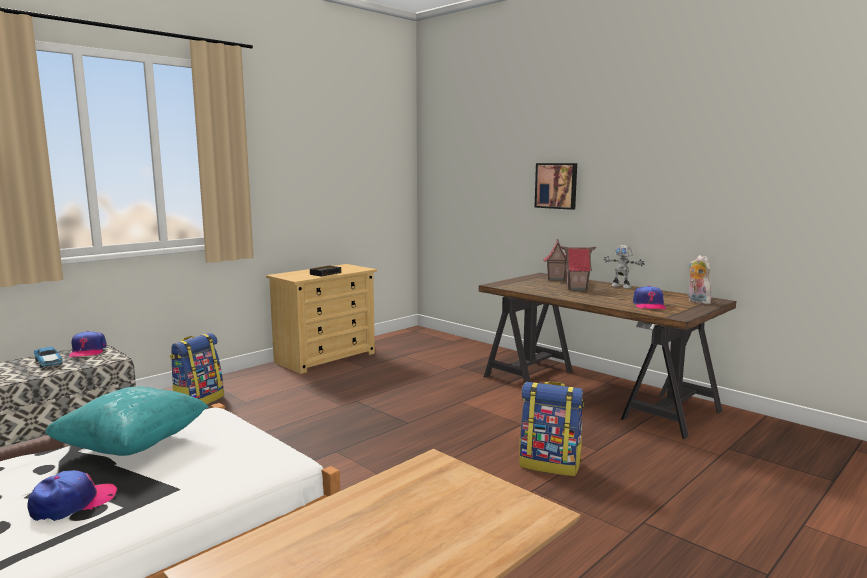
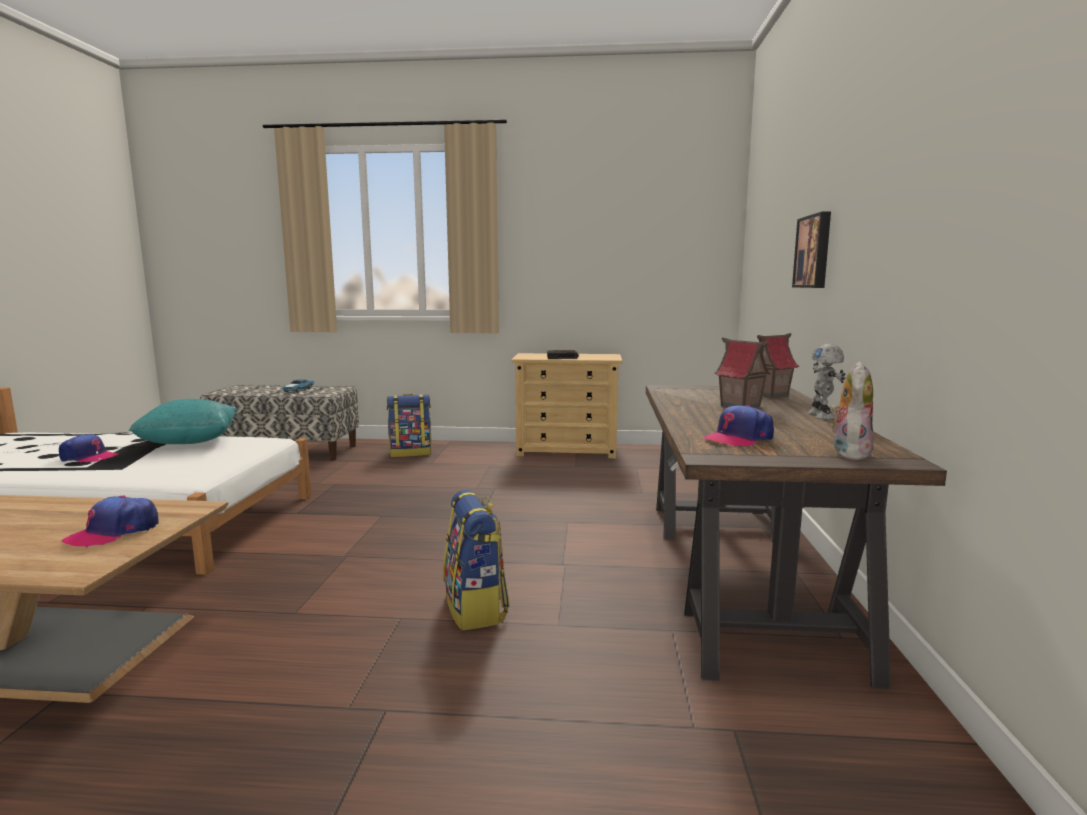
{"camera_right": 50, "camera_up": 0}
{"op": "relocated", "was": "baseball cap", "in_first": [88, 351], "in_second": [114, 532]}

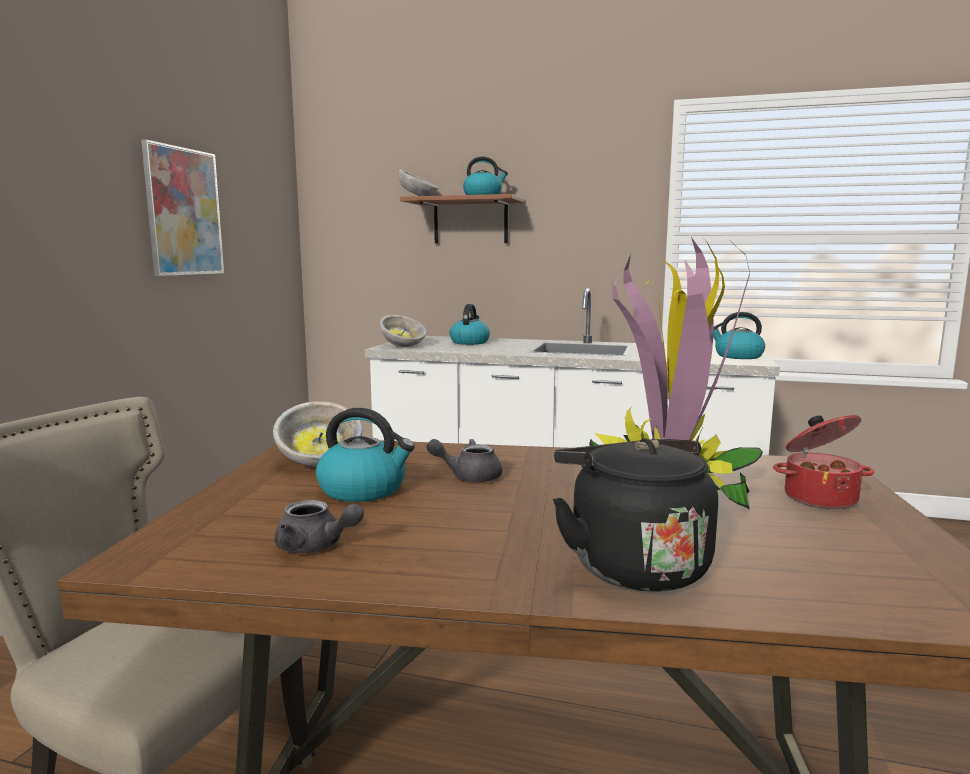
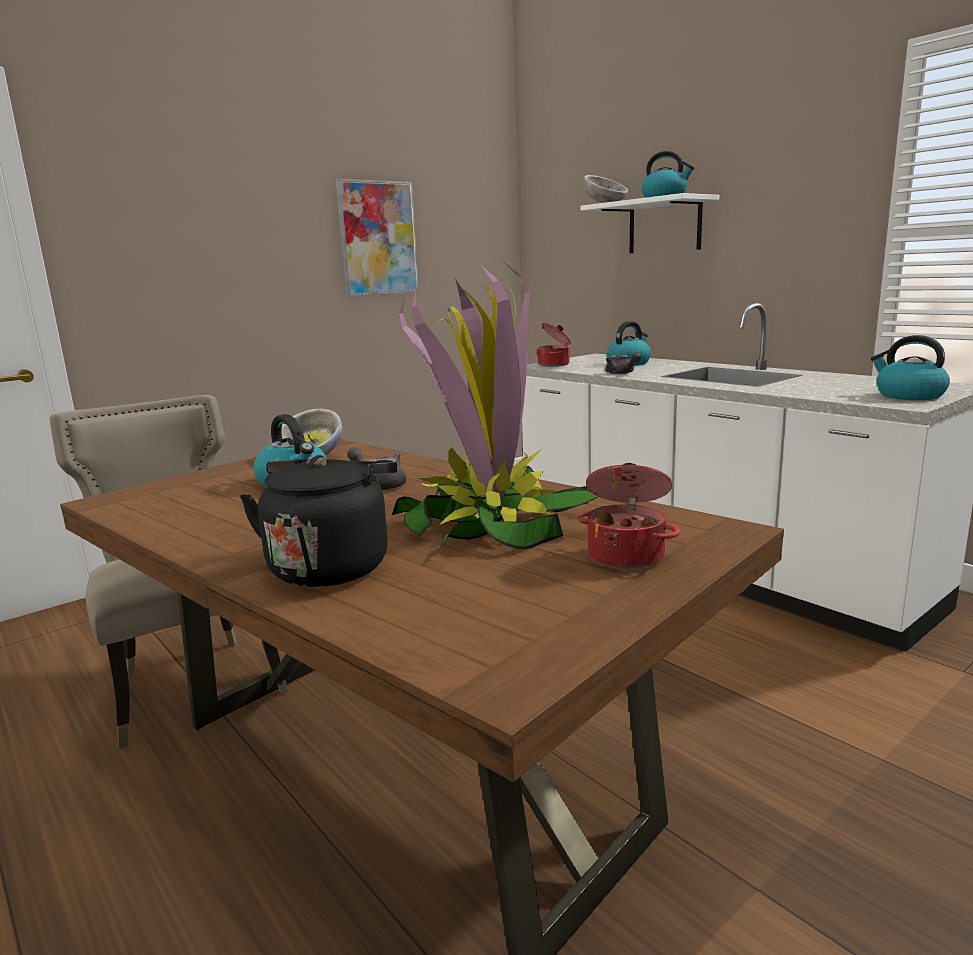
{"camera_right": 35, "camera_up": 5}
{"op": "relocated", "was": "pot for tea in grey", "in_first": [316, 547], "in_second": [622, 373]}
{"op": "exchanged", "was": "bowl", "now": "saucepot", "in_first": [403, 346], "in_second": [554, 364]}
{"op": "colour", "was": "wall shelf in brownish", "now": "wall shelf in white", "in_first": [470, 221], "in_second": [664, 226]}

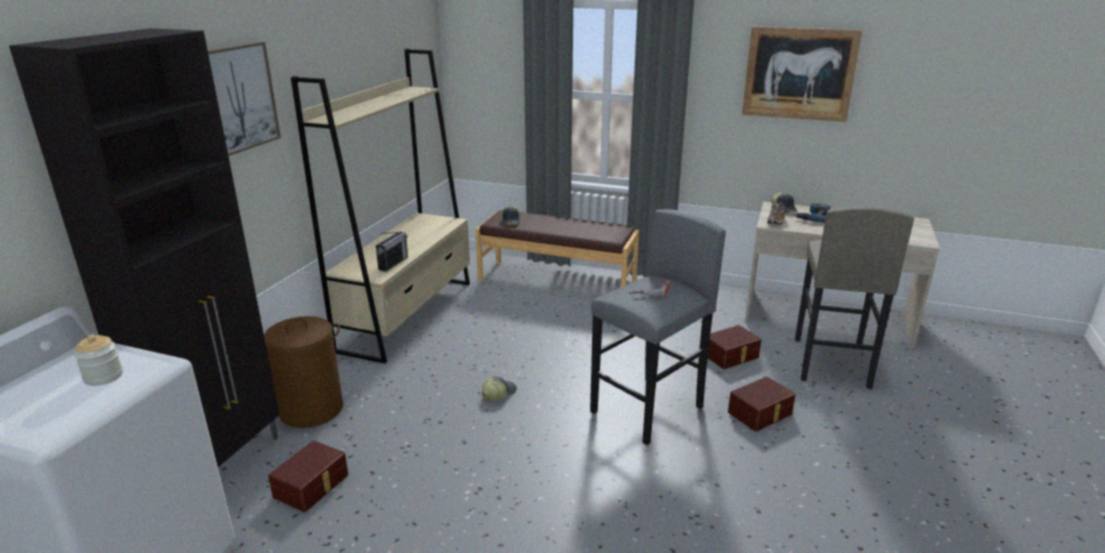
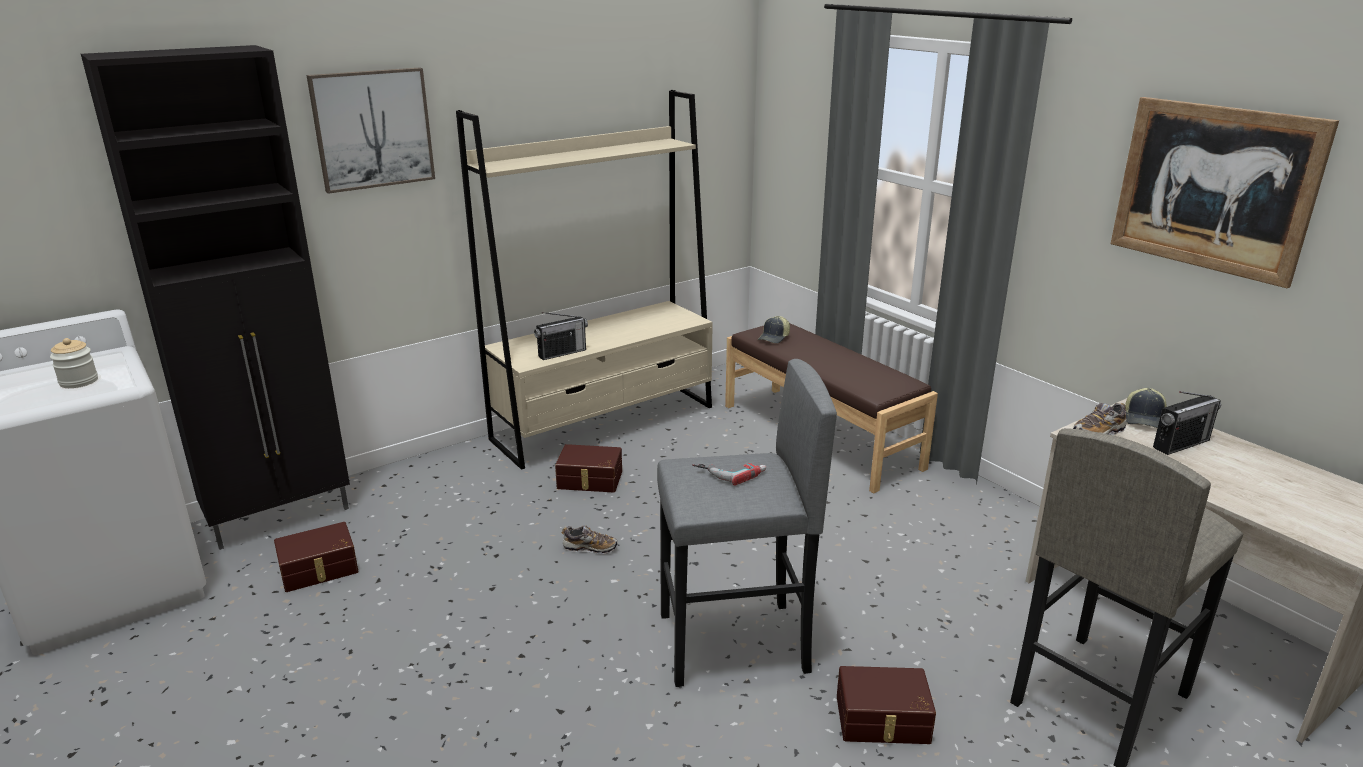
{"camera_right": 35, "camera_up": 0}
{"op": "missing", "was": "hamper in brownish", "in_first": [312, 409]}
{"op": "relocated", "was": "storage bin in brownish", "in_first": [731, 356], "in_second": [589, 480]}
{"op": "exchanged", "was": "baseball cap", "now": "shoe", "in_first": [498, 393], "in_second": [590, 548]}
{"op": "exchanged", "was": "electric drill", "now": "radio set", "in_first": [813, 217], "in_second": [1181, 444]}

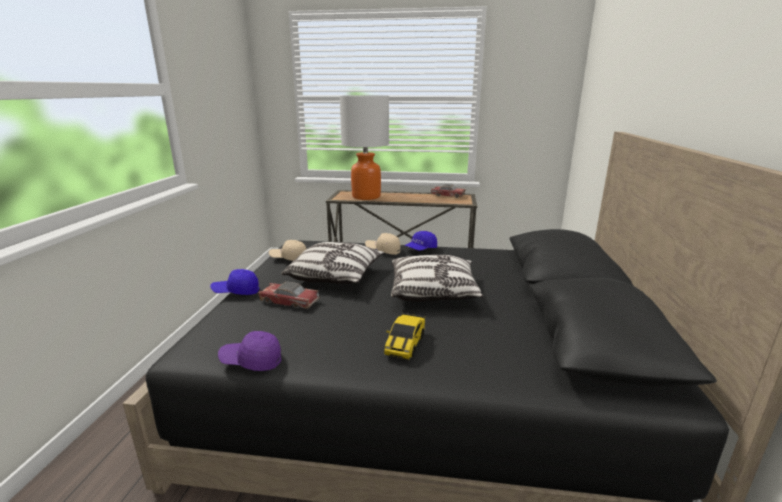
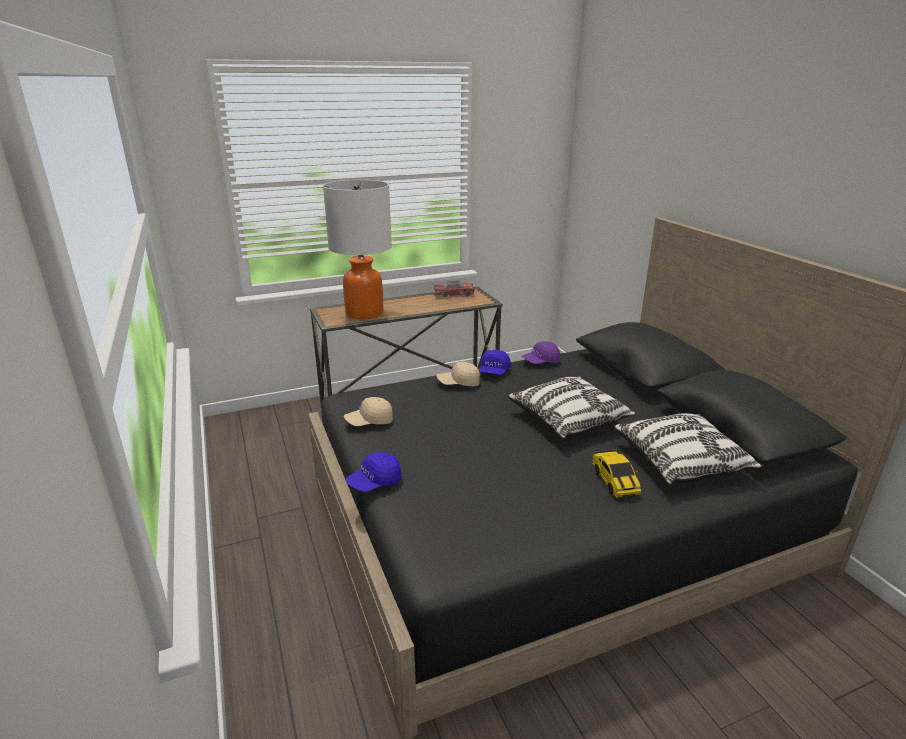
{"camera_right": -30, "camera_up": 5}
{"op": "missing", "was": "miniature car", "in_first": [289, 301]}
{"op": "relocated", "was": "baseball cap in purplish", "in_first": [251, 361], "in_second": [540, 362]}
{"op": "relocated", "was": "cushion", "in_first": [336, 276], "in_second": [681, 462]}

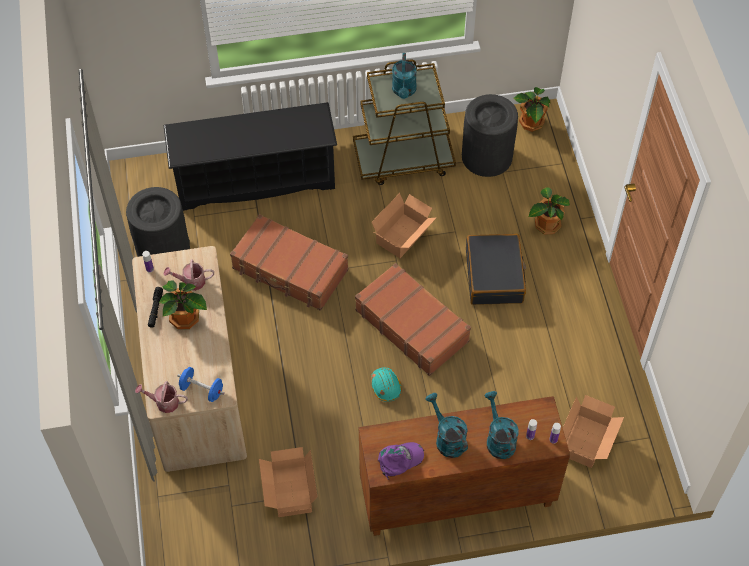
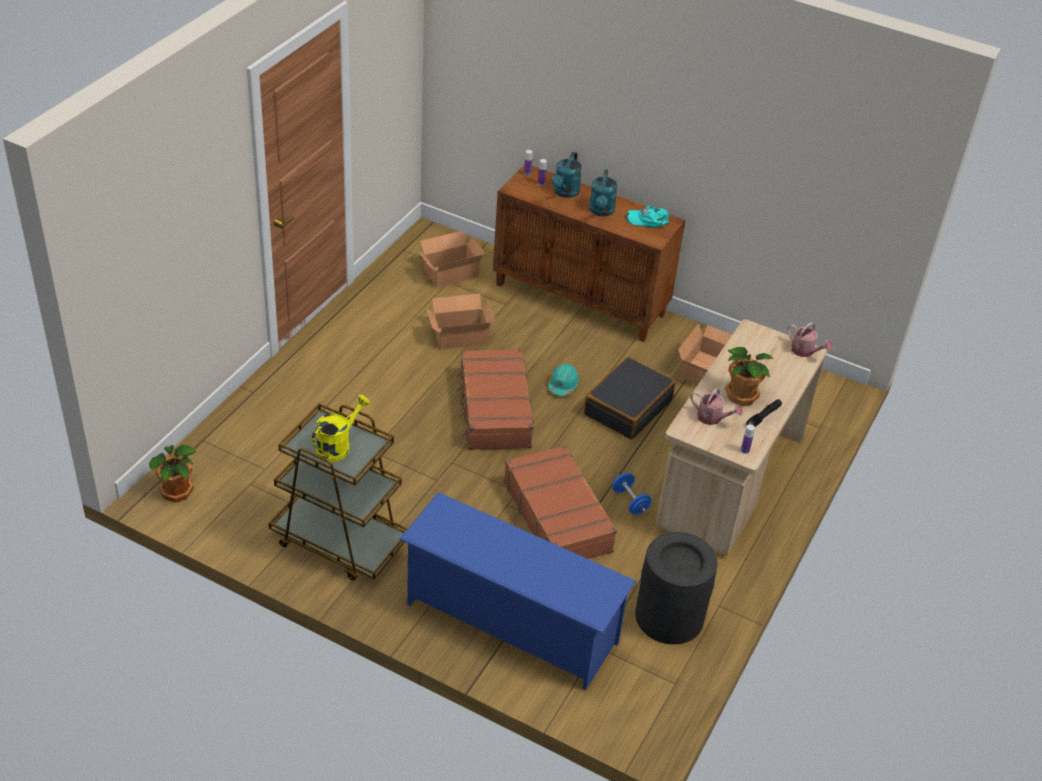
{"camera_right": -145, "camera_up": -15}
{"op": "missing", "was": "waste bin in black", "in_first": [487, 156]}
{"op": "missing", "was": "houseplant", "in_first": [546, 225]}
{"op": "relocated", "was": "free weight in blue-coloured", "in_first": [202, 390], "in_second": [630, 502]}
{"op": "relocated", "was": "cardboard box", "in_first": [404, 236], "in_second": [458, 335]}
{"op": "relocated", "was": "travel case in black", "in_first": [494, 276], "in_second": [627, 407]}
{"op": "colour", "was": "shoe rack in black", "now": "shoe rack in blue-coloured", "in_first": [255, 180], "in_second": [510, 623]}
{"op": "colour", "was": "baseball cap in purplish", "now": "baseball cap in turquoise-coloured", "in_first": [400, 460], "in_second": [648, 220]}
{"op": "colour", "was": "watering can in turquoise-coloured", "now": "watering can in yellow", "in_first": [404, 91], "in_second": [337, 446]}

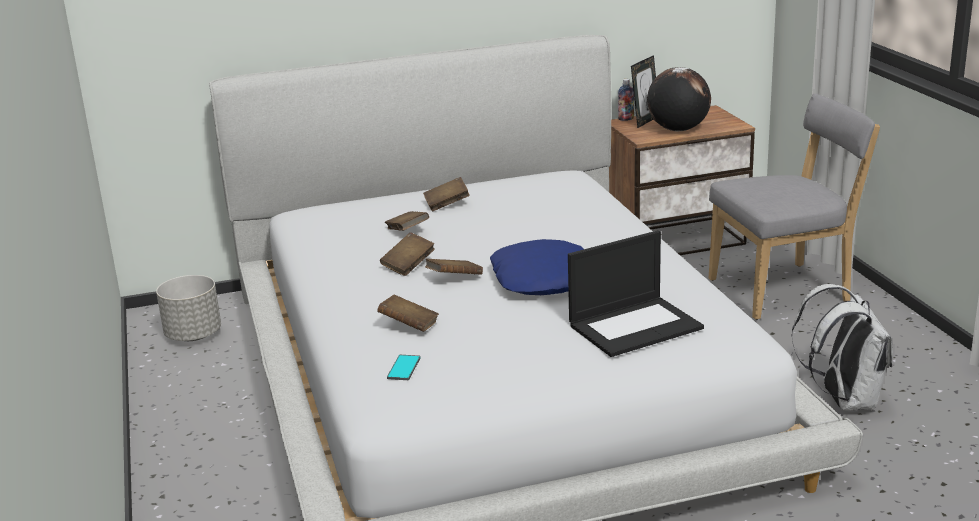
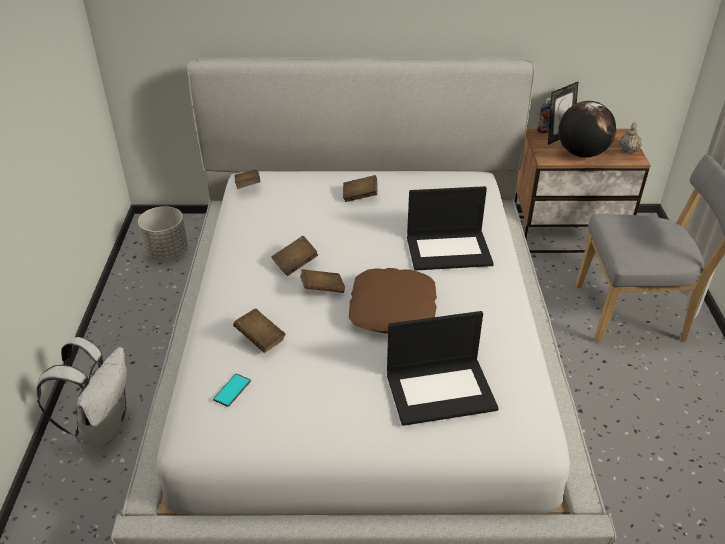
{"camera_right": 15, "camera_up": 15}
{"op": "appeared", "now": "notebook computer", "in_second": [449, 250]}
{"op": "appeared", "now": "pot for tea in beige-coloured", "in_second": [628, 150]}
{"op": "relocated", "was": "bound book in brownish", "in_first": [407, 232], "in_second": [248, 186]}
{"op": "relocated", "was": "knapsack in white", "in_first": [844, 400], "in_second": [102, 426]}
{"op": "colour", "was": "cushion in blue-coloured", "now": "cushion in brownish", "in_first": [545, 279], "in_second": [393, 309]}

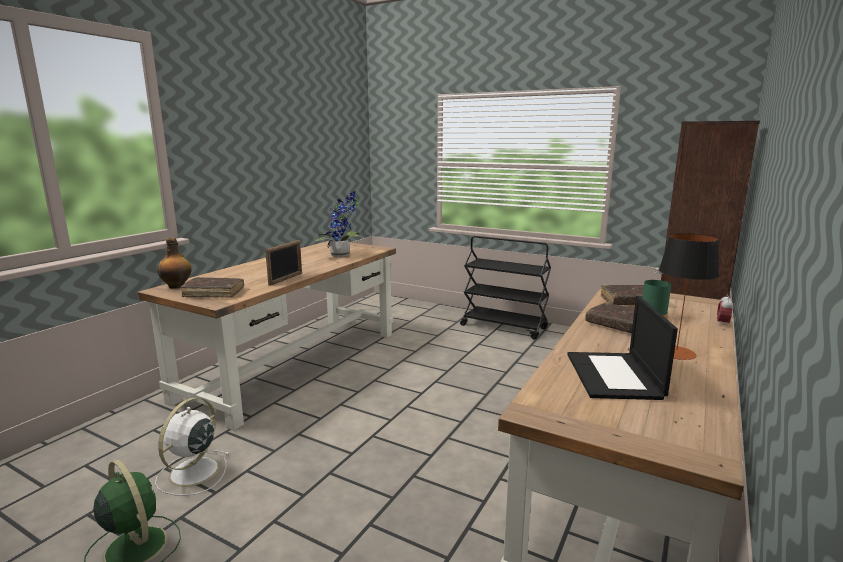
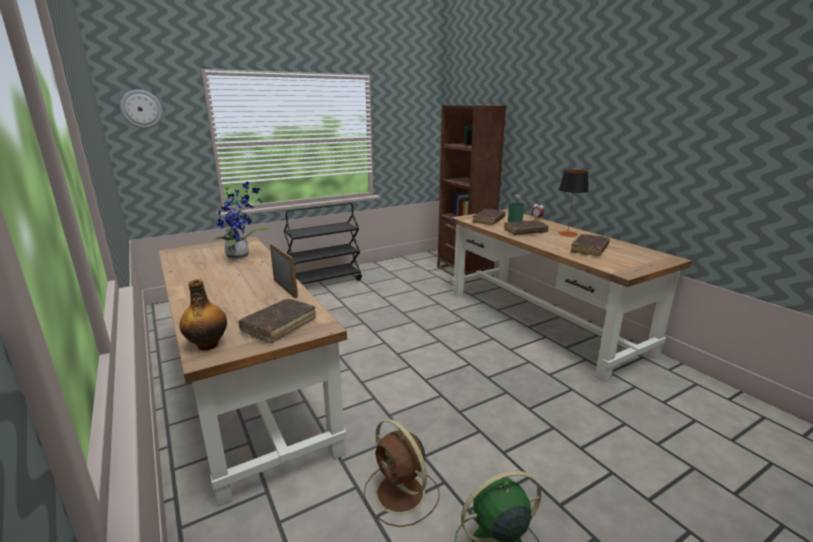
{"camera_right": -60, "camera_up": 5}
{"op": "appeared", "now": "hanging clock", "in_second": [141, 109]}
{"op": "exchanged", "was": "notebook computer", "now": "bound book in brownish", "in_first": [614, 376], "in_second": [589, 249]}
{"op": "colour", "was": "cooling fan in white", "now": "cooling fan in brownish", "in_first": [192, 473], "in_second": [401, 494]}

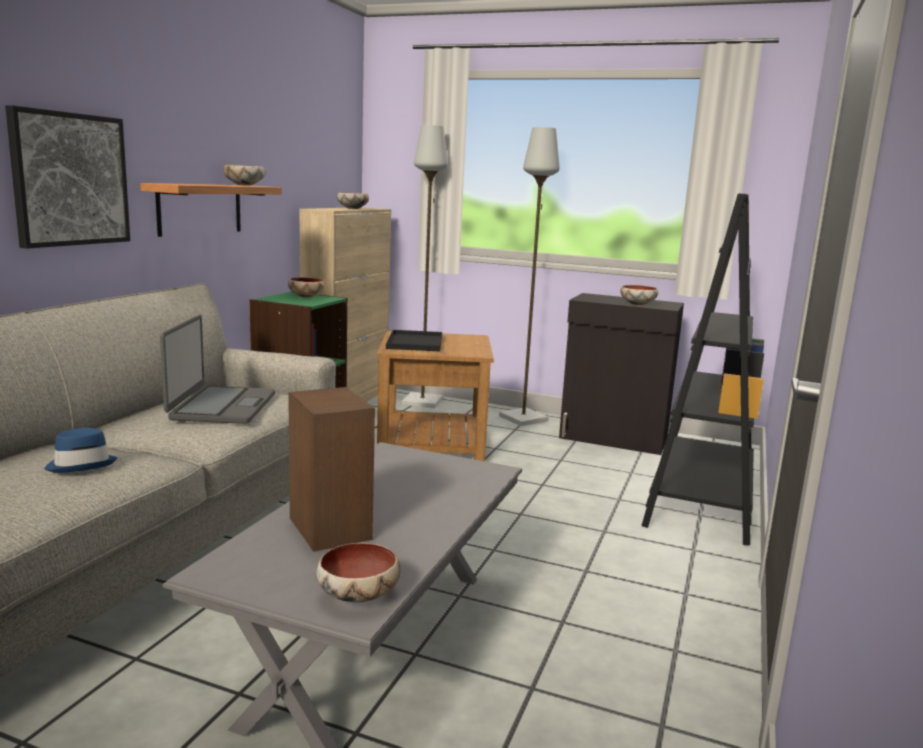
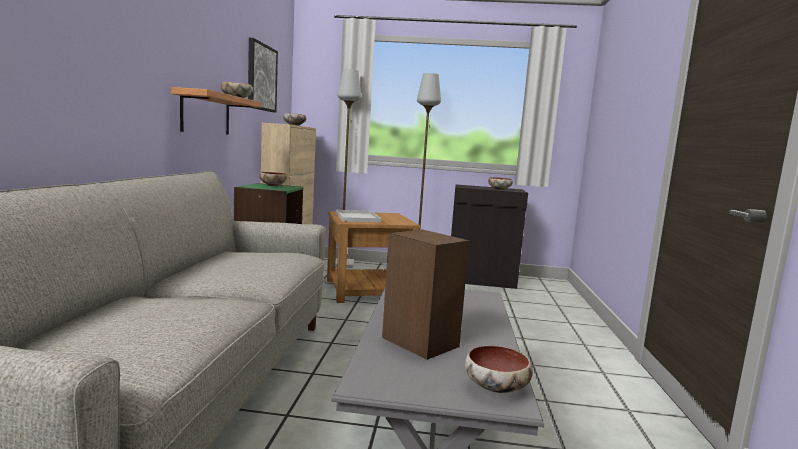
{"camera_right": -15, "camera_up": -5}
{"op": "missing", "was": "wearable hat in blue-coloured", "in_first": [81, 464]}
{"op": "missing", "was": "notebook computer", "in_first": [222, 406]}
{"op": "missing", "was": "bookshelf in black", "in_first": [701, 498]}
{"op": "relocated", "was": "picture", "in_first": [70, 179], "in_second": [261, 77]}
{"op": "colour", "was": "carrying tray in black", "now": "carrying tray in white", "in_first": [415, 343], "in_second": [358, 217]}

